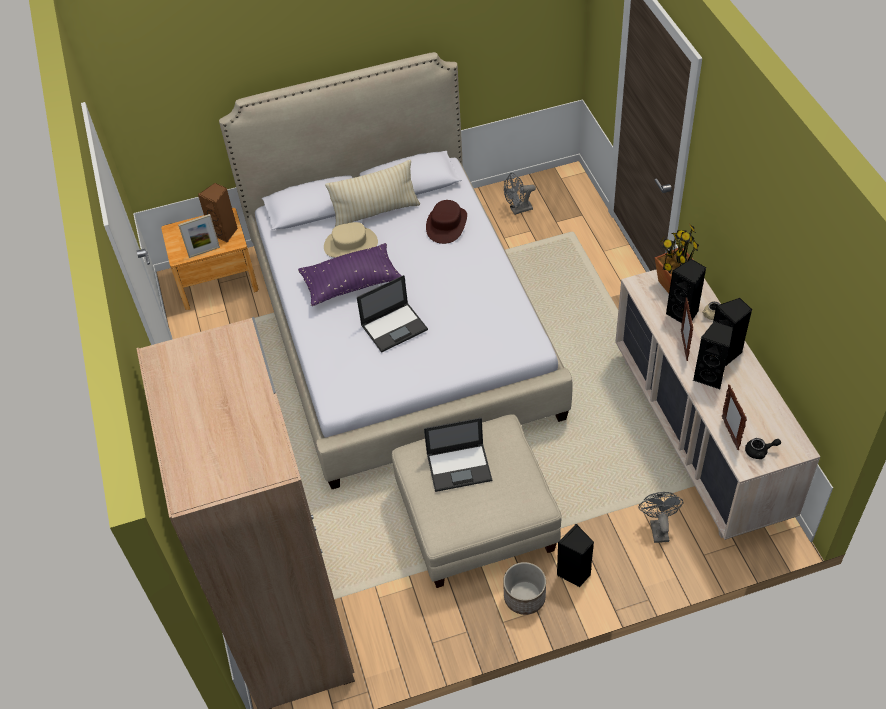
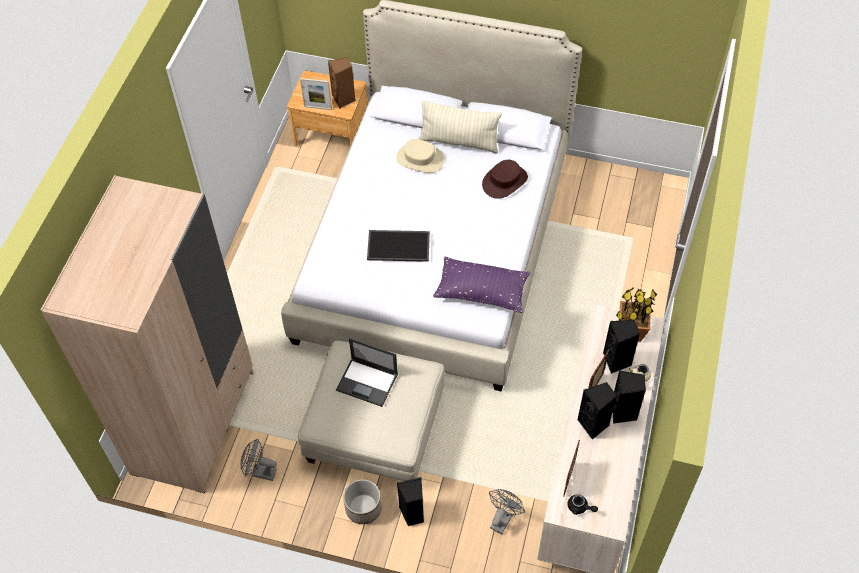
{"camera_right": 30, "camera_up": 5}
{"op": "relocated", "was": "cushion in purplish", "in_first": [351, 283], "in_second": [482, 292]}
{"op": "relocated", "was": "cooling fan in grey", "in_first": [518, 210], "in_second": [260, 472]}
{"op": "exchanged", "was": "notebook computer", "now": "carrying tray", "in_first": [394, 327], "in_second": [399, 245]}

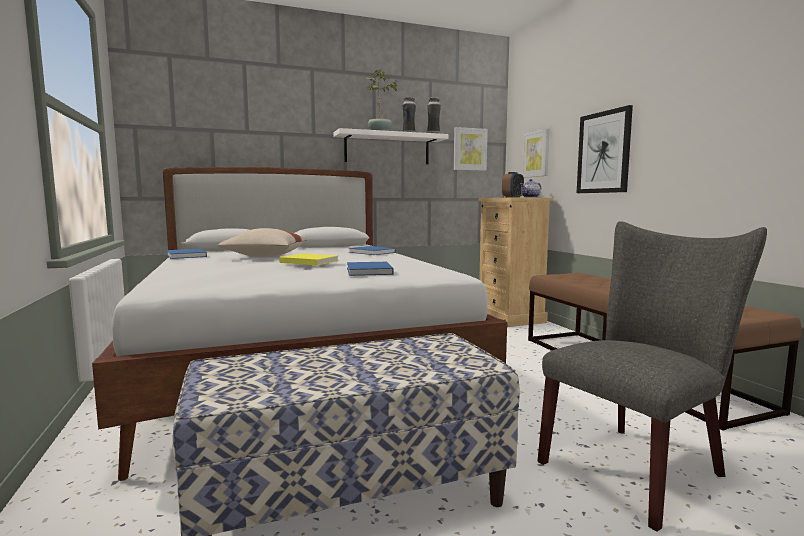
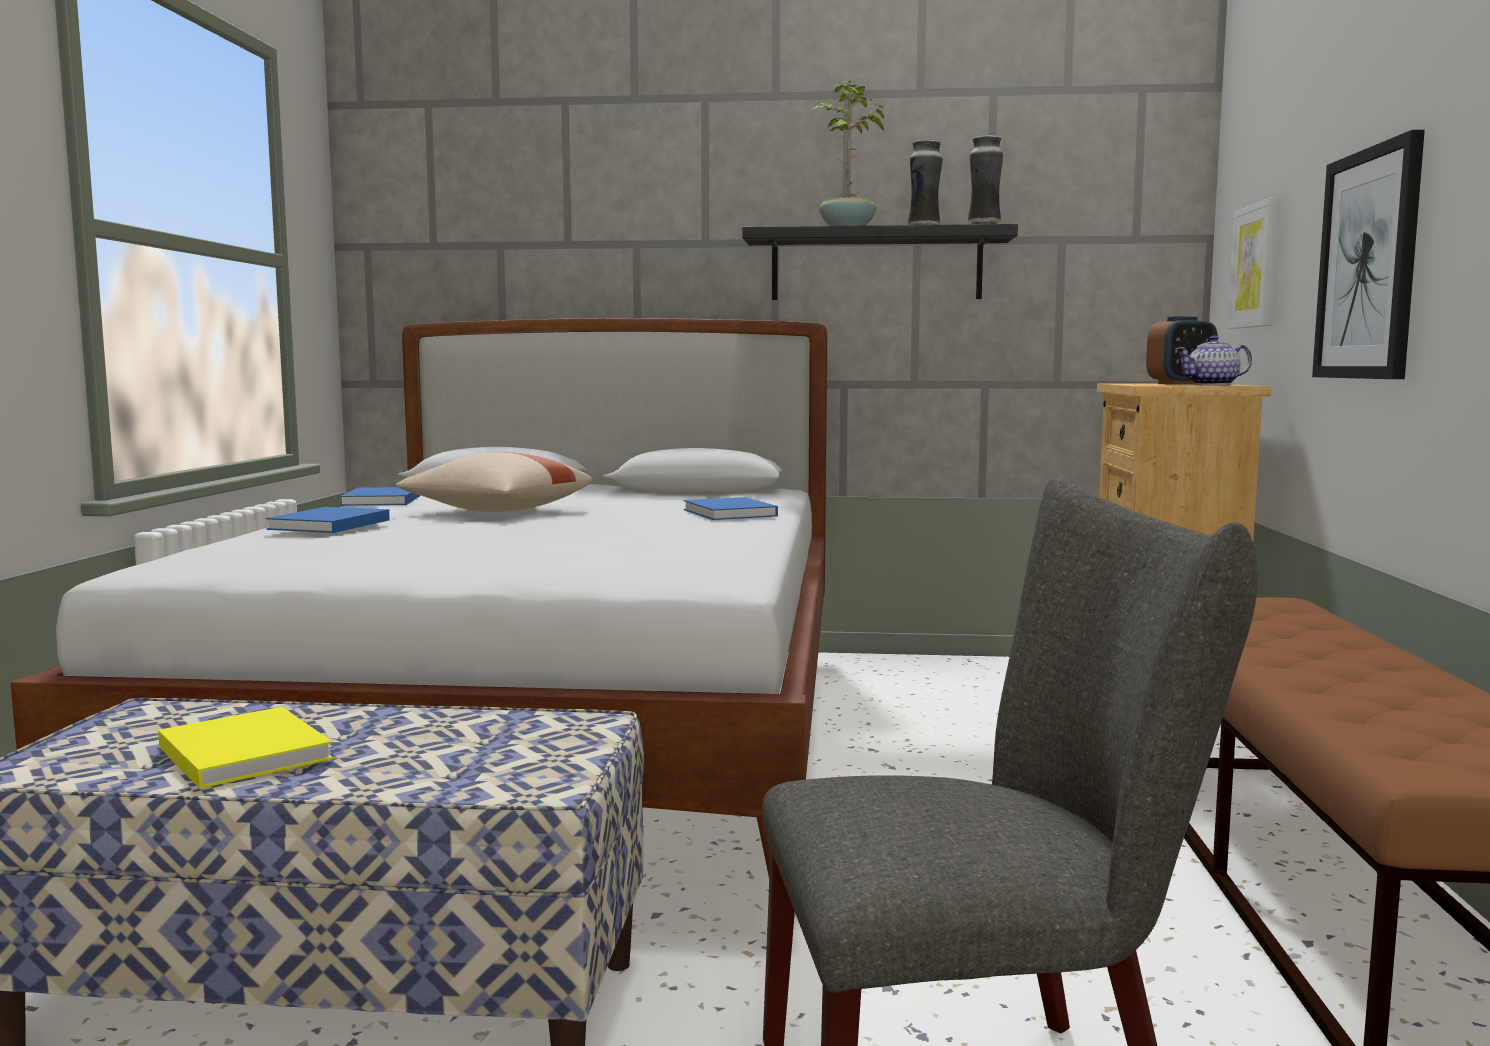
{"camera_right": 25, "camera_up": 0}
{"op": "missing", "was": "picture", "in_first": [469, 149]}
{"op": "relocated", "was": "bound book in yellow", "in_first": [308, 261], "in_second": [243, 751]}
{"op": "relocated", "was": "bound book in blue-coloured", "in_first": [369, 271], "in_second": [327, 525]}
{"op": "colour", "was": "wall shelf in white", "now": "wall shelf in black", "in_first": [387, 149], "in_second": [876, 266]}

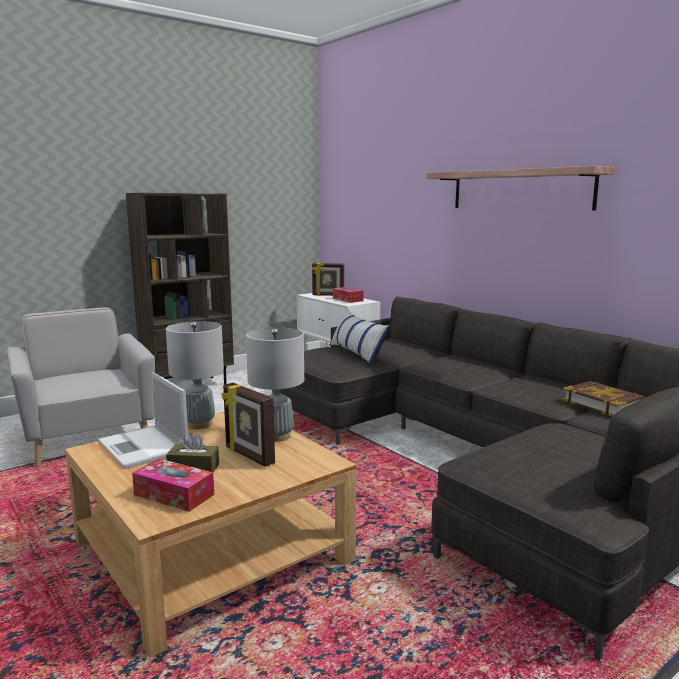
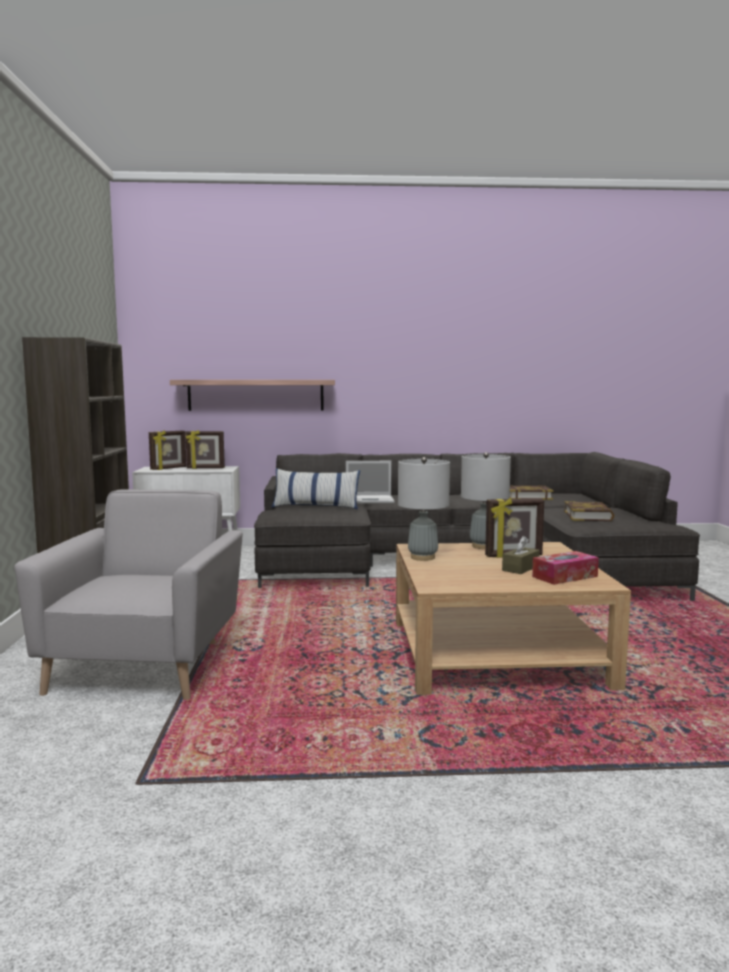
{"camera_right": -55, "camera_up": -5}
{"op": "appeared", "now": "bound book", "in_second": [588, 516]}
{"op": "relocated", "was": "notebook computer", "in_first": [144, 447], "in_second": [370, 500]}
{"op": "relocated", "was": "wall shelf", "in_first": [519, 190], "in_second": [256, 395]}
{"op": "exchanged", "was": "box of tissues", "now": "photo frame", "in_first": [347, 299], "in_second": [205, 468]}
{"op": "spun", "was": "lounge chair in grey", "in_first": [87, 436], "in_second": [146, 665], "clockwise": 90}

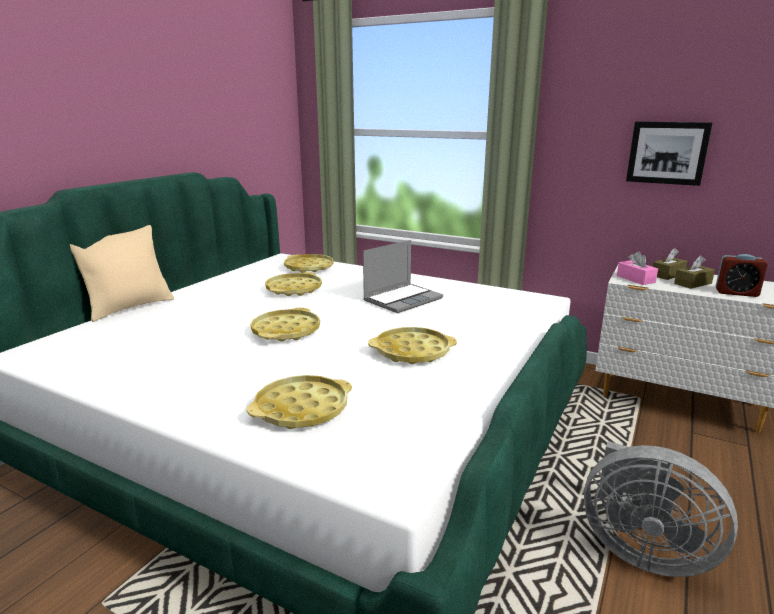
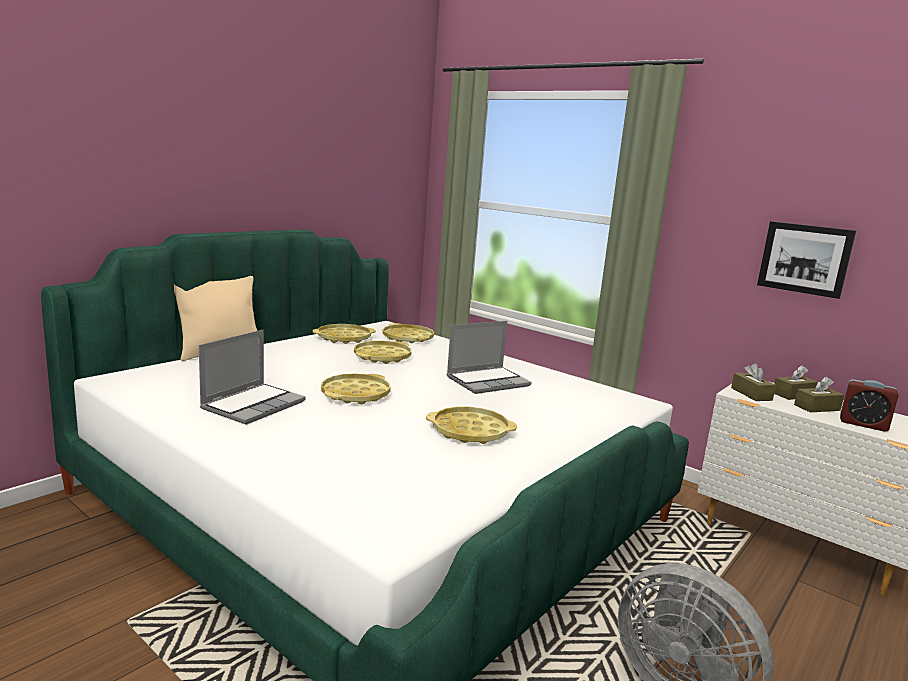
{"camera_right": 10, "camera_up": -5}
{"op": "appeared", "now": "notebook computer", "in_second": [253, 405]}
{"op": "relocated", "was": "carrying tray in yellow", "in_first": [302, 409], "in_second": [344, 338]}
{"op": "colour", "was": "box of tissues in pinkish", "now": "box of tissues in brownish", "in_first": [635, 279], "in_second": [751, 394]}

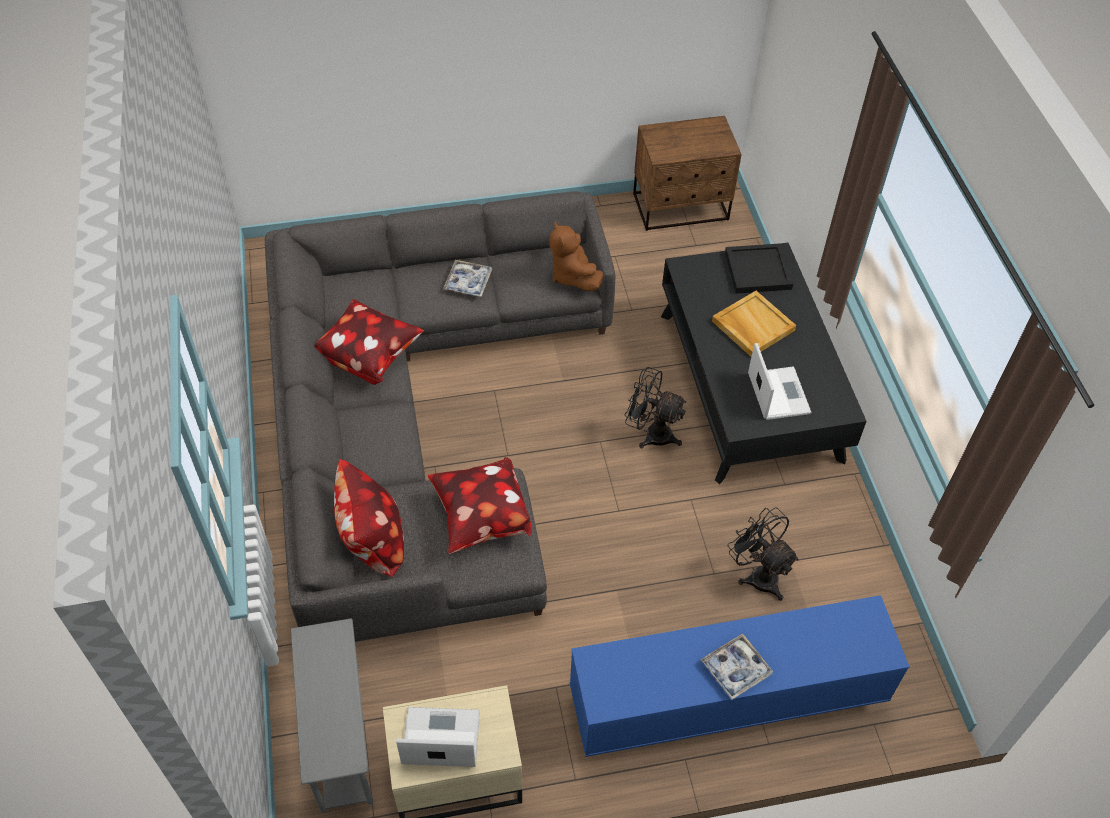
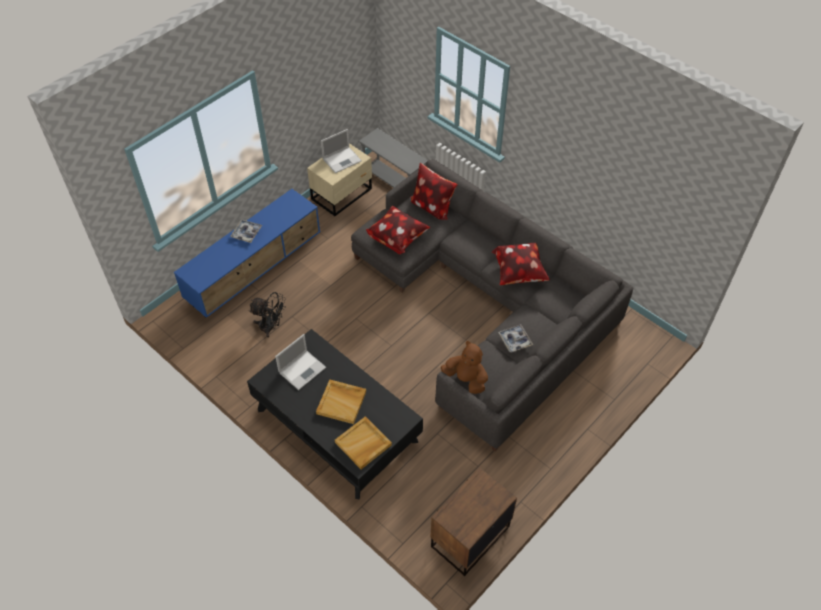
{"camera_right": 145, "camera_up": 0}
{"op": "missing", "was": "cooling fan in black", "in_first": [651, 433]}
{"op": "colour", "was": "carrying tray in black", "now": "carrying tray in beige-coloured", "in_first": [758, 270], "in_second": [363, 444]}
{"op": "spun", "was": "notebook computer", "in_first": [777, 392], "in_second": [303, 369], "clockwise": -90}

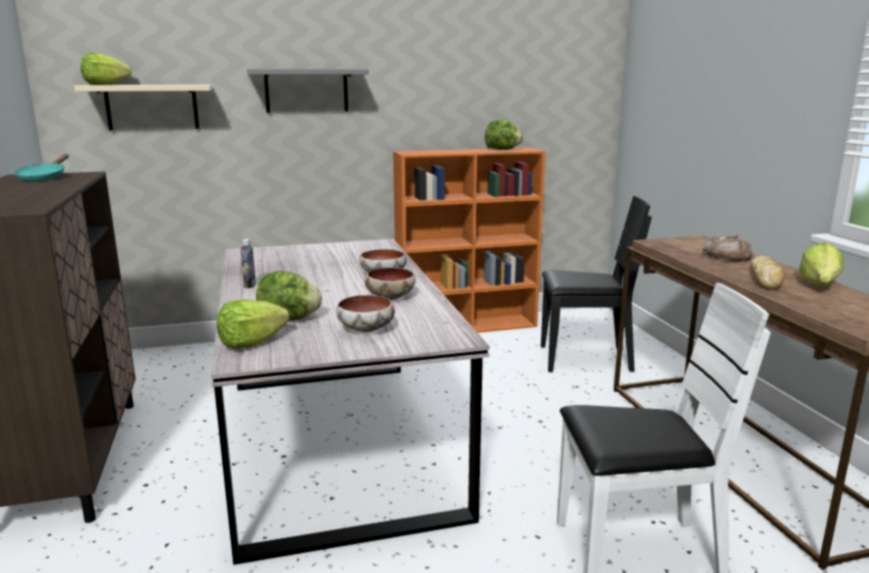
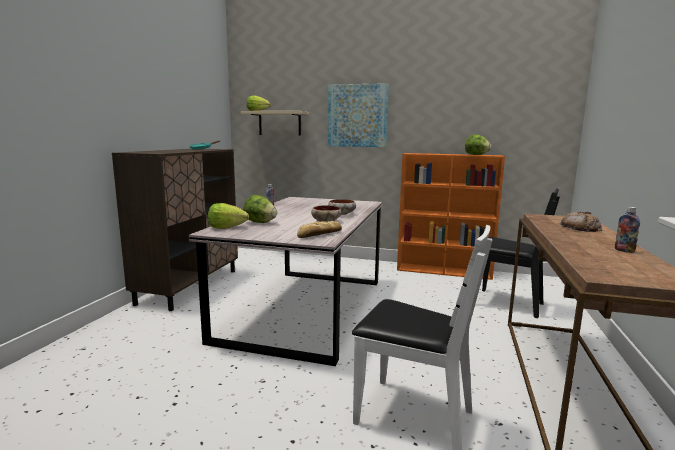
{"camera_right": 30, "camera_up": -5}
{"op": "missing", "was": "bowl", "in_first": [367, 329]}
{"op": "relocated", "was": "baked bread", "in_first": [765, 279], "in_second": [319, 234]}
{"op": "exchanged", "was": "wall shelf in grey", "now": "picture", "in_first": [306, 90], "in_second": [357, 116]}
{"op": "exchanged", "was": "head of lettuce", "now": "drink bottle", "in_first": [819, 285], "in_second": [624, 250]}

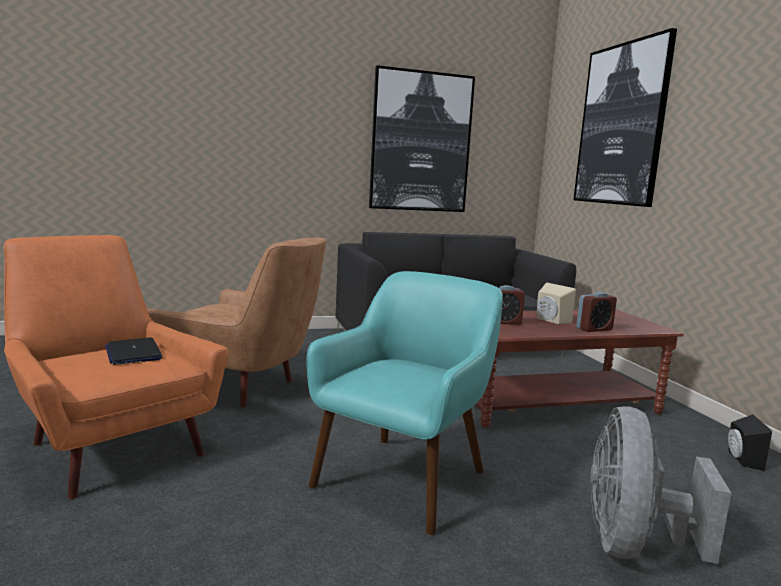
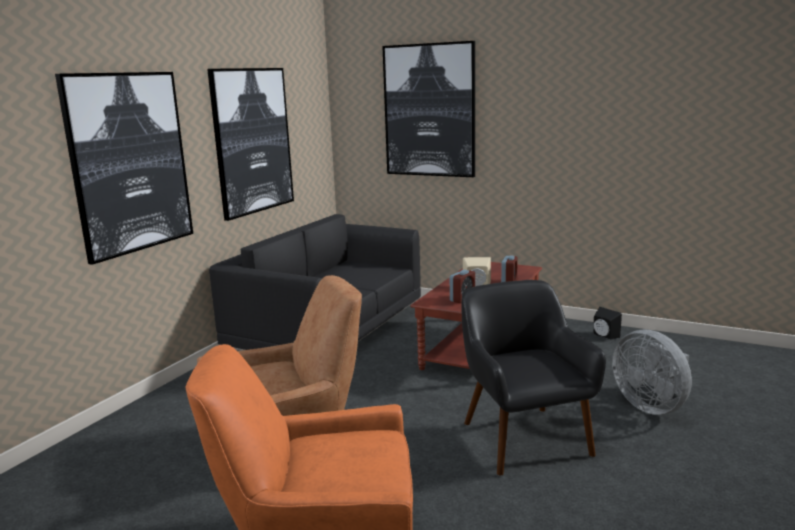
{"camera_right": -45, "camera_up": 5}
{"op": "missing", "was": "notebook computer", "in_first": [133, 353]}
{"op": "appeared", "now": "picture", "in_second": [130, 163]}
{"op": "colour", "was": "lounge chair in turquoise-coloured", "now": "lounge chair in black", "in_first": [403, 479], "in_second": [524, 438]}

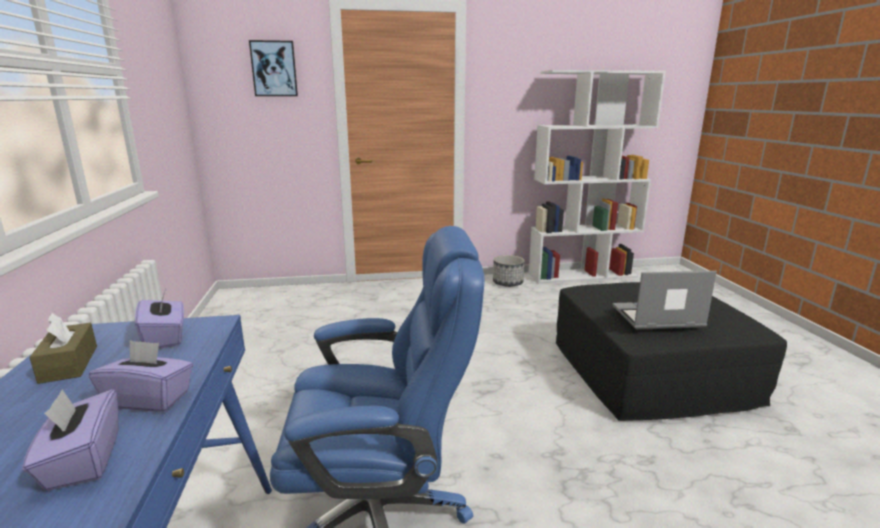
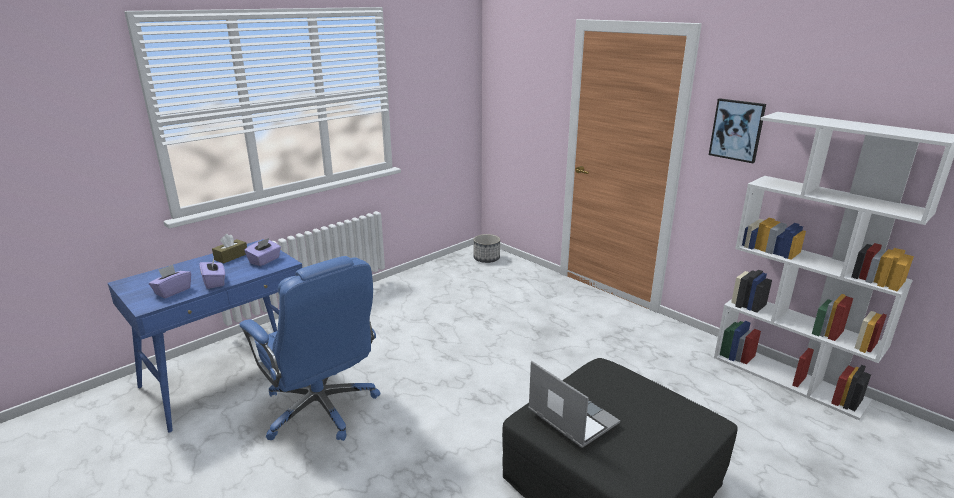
{"camera_right": 55, "camera_up": 5}
{"op": "relocated", "was": "picture", "in_first": [274, 69], "in_second": [737, 130]}
{"op": "relocated", "was": "plant pot", "in_first": [507, 283], "in_second": [486, 259]}

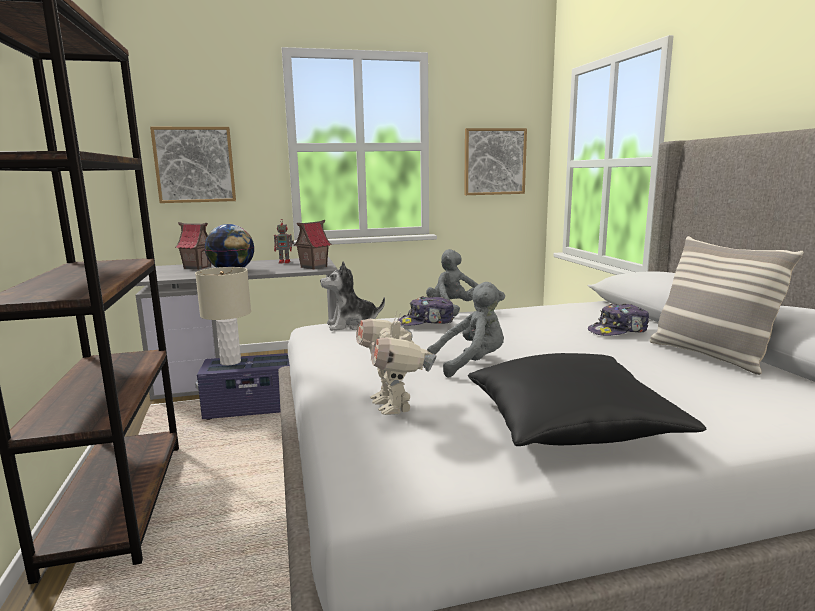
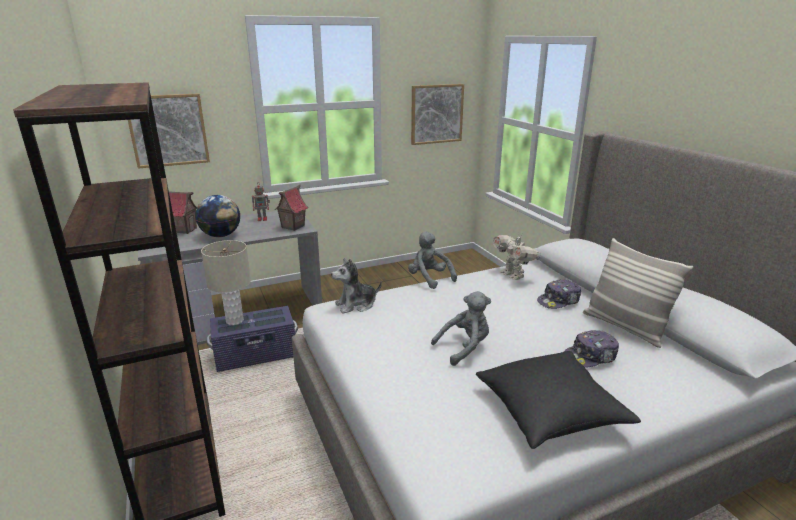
{"camera_right": -10, "camera_up": 10}
{"op": "relocated", "was": "robot figure", "in_first": [394, 406], "in_second": [513, 275]}
{"op": "relocated", "was": "baseball cap", "in_first": [426, 322], "in_second": [590, 357]}

